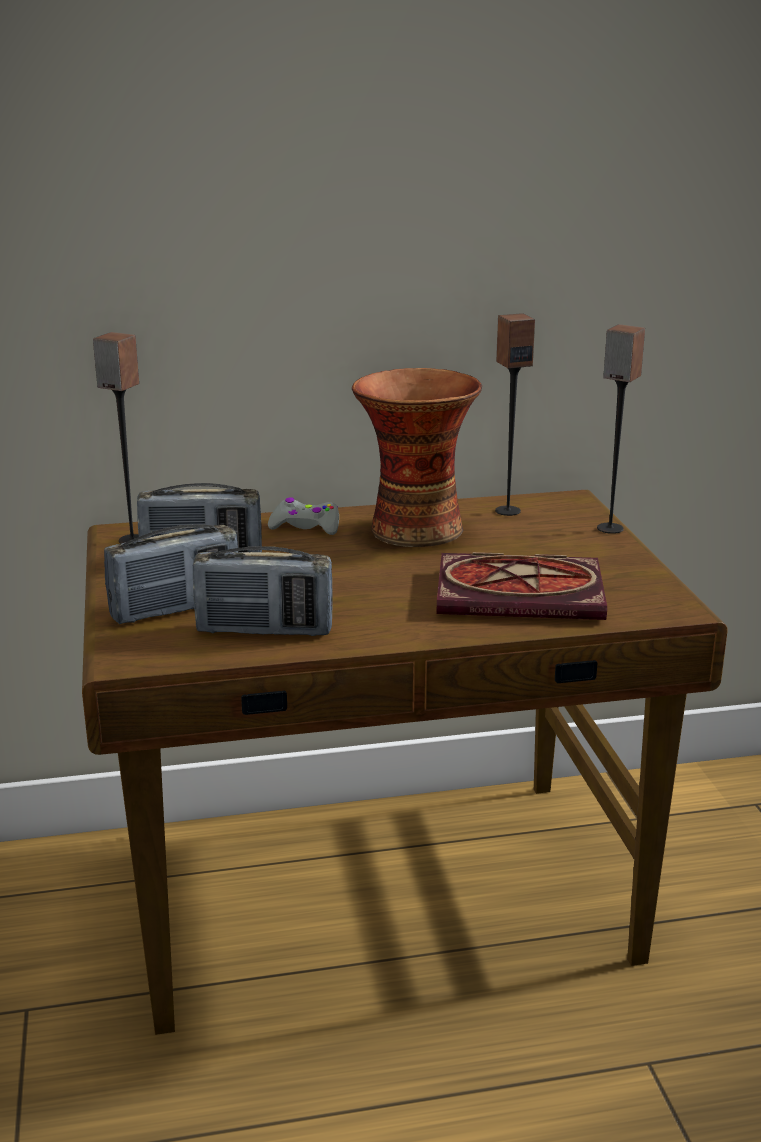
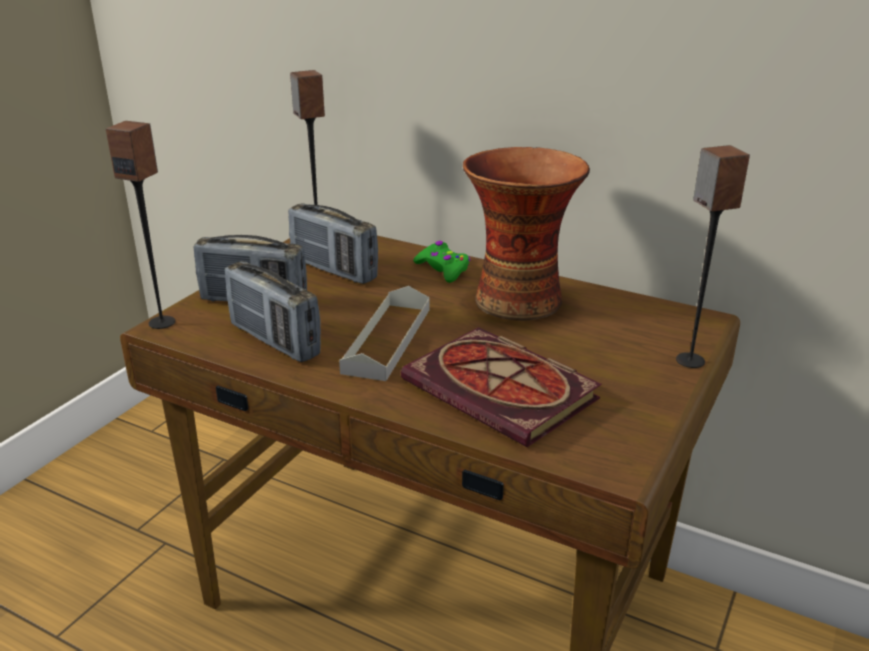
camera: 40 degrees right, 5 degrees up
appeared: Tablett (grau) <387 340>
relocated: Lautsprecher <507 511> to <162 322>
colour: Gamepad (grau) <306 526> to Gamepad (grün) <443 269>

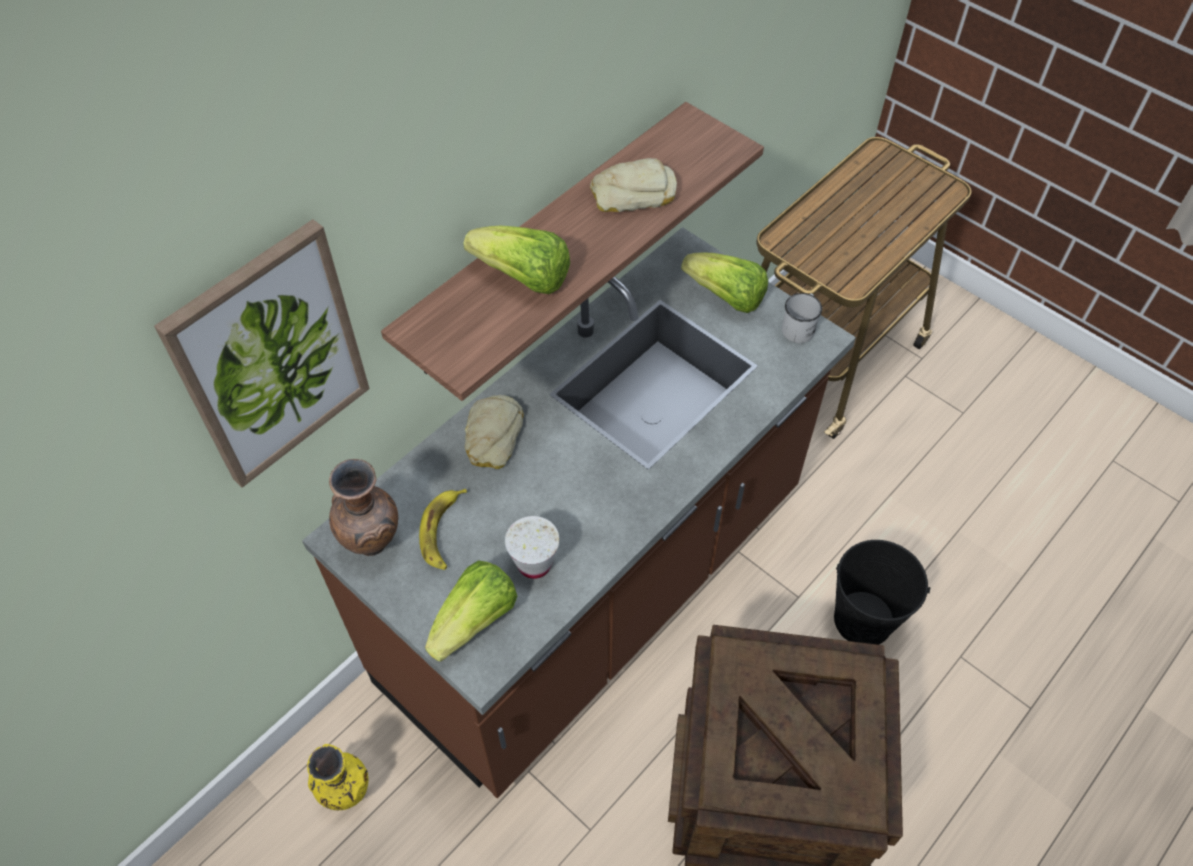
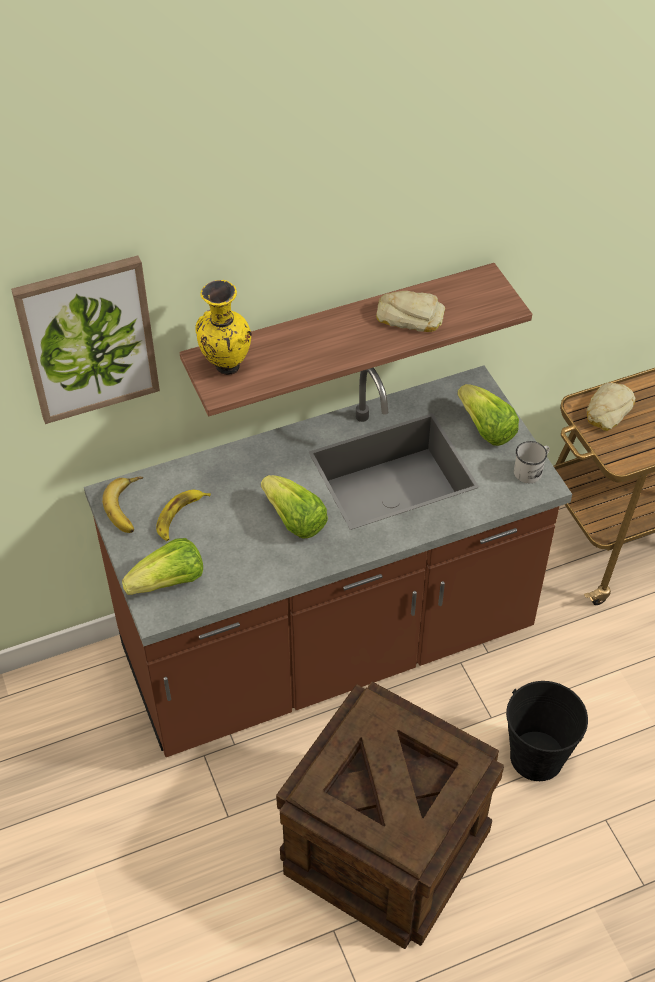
camera: 25 degrees right, 5 degrees down
missing: Tasse (weiß) <534 564>
relocated: Salatkopf <523 277> to <294 520>; Brot <492 437> to <607 410>; Vase (gelb) <347 795> to <225 367>
exchanged: Vase (braun) <374 544> to Banane <129 507>

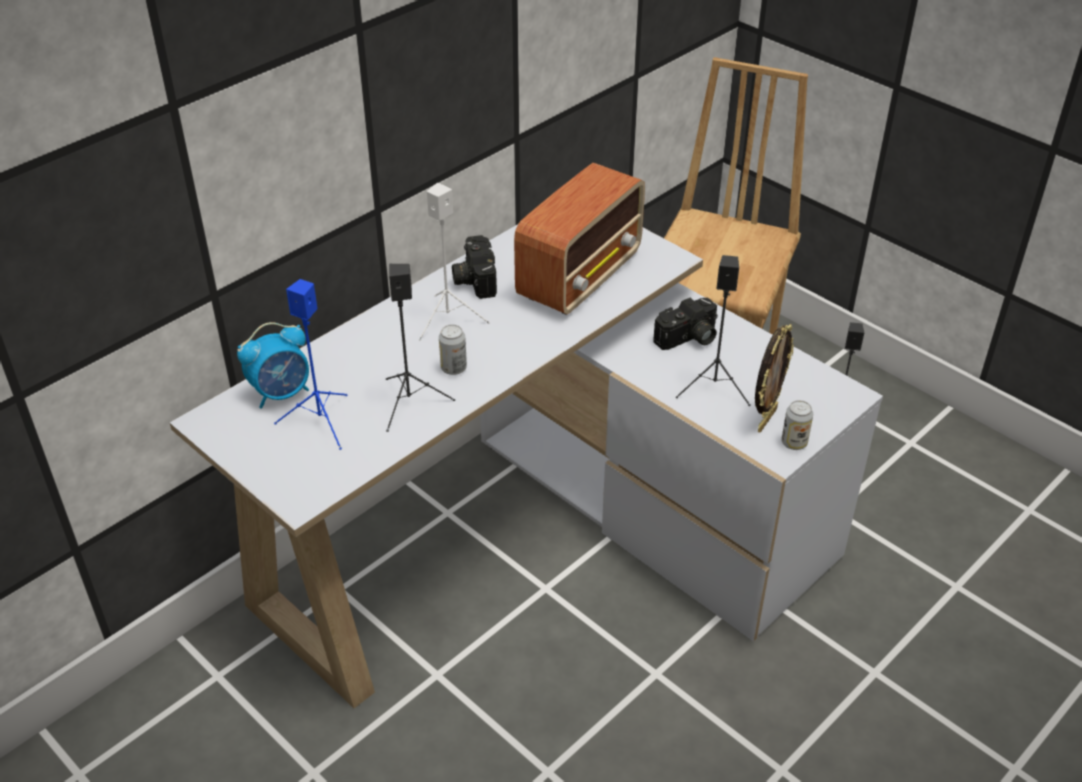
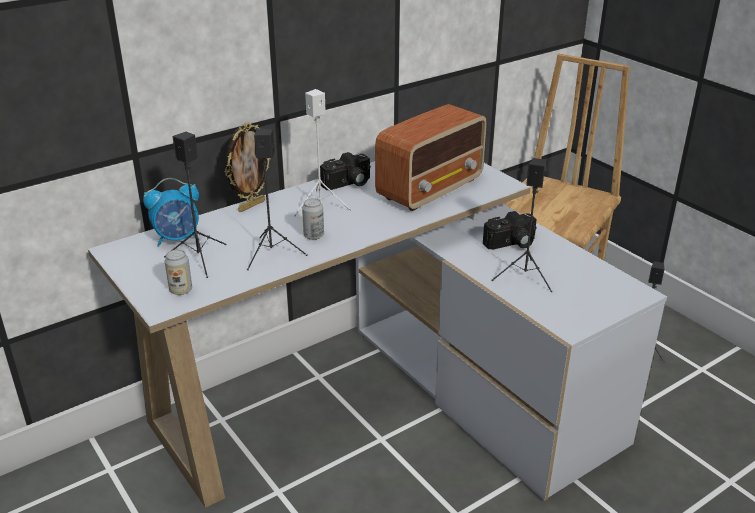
camera: 10 degrees right, 10 degrees down
relocated: Bilderrahmen <765 419> to <251 205>; Dose <794 443> to <181 290>
colour: Lautsprecher (blau) <321 422> to Lautsprecher (schwarz) <199 259>
spun: Kamera <473 279> = <348 184> 120 degrees counterclockwise

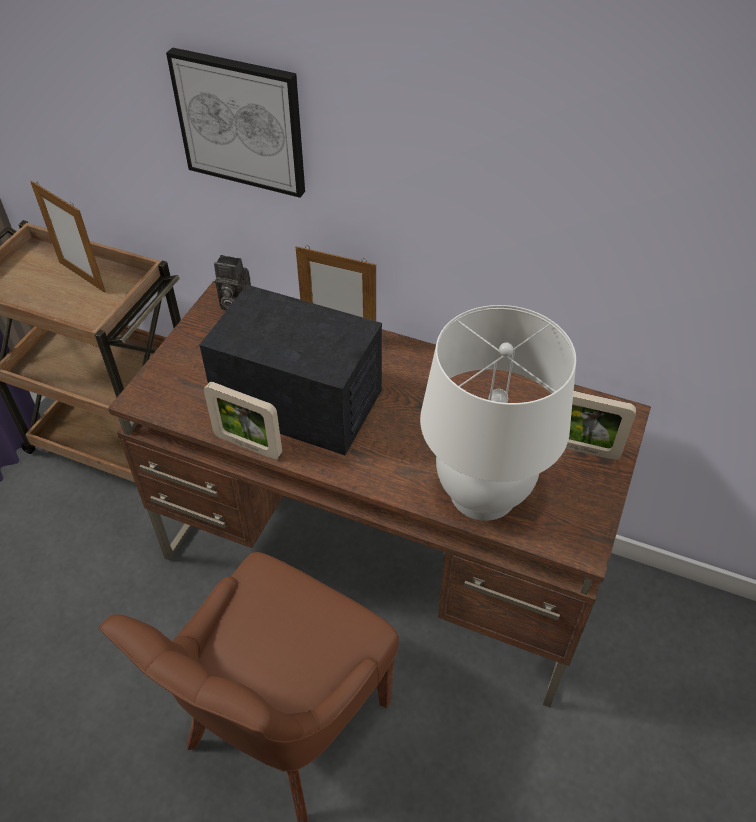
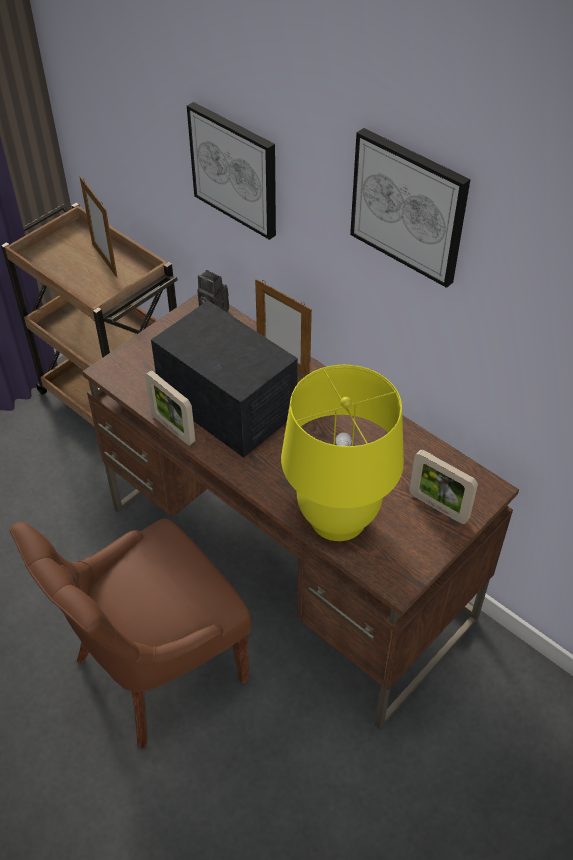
camera: 20 degrees right, 0 degrees up
appeared: Bild <409 206>
colour: Tischlampe (weiß) <483 493> to Tischlampe (gelb) <338 518>

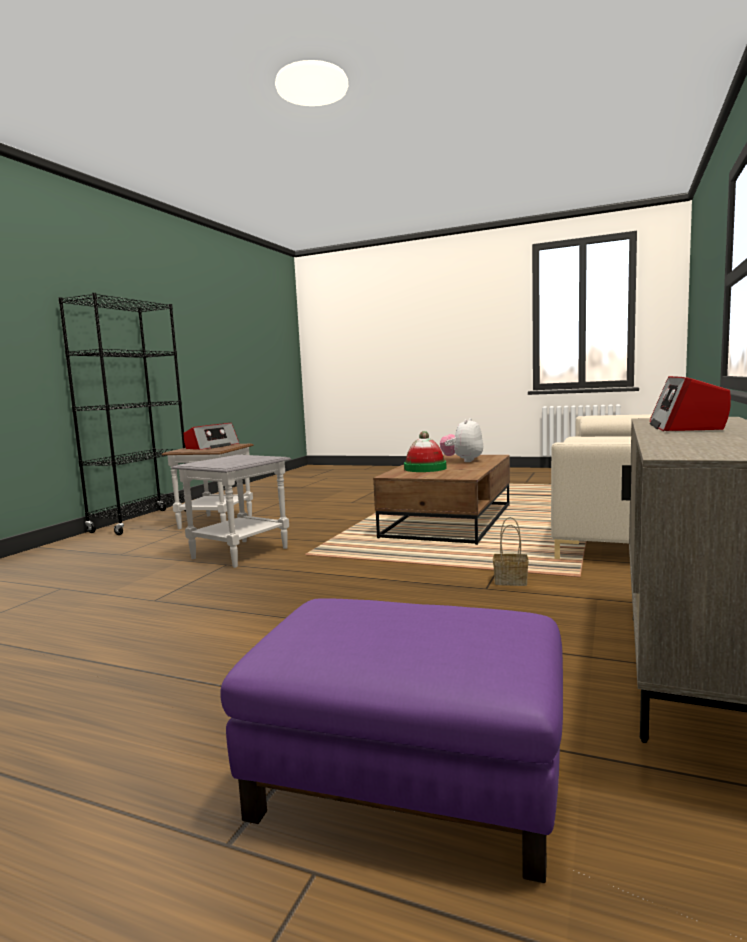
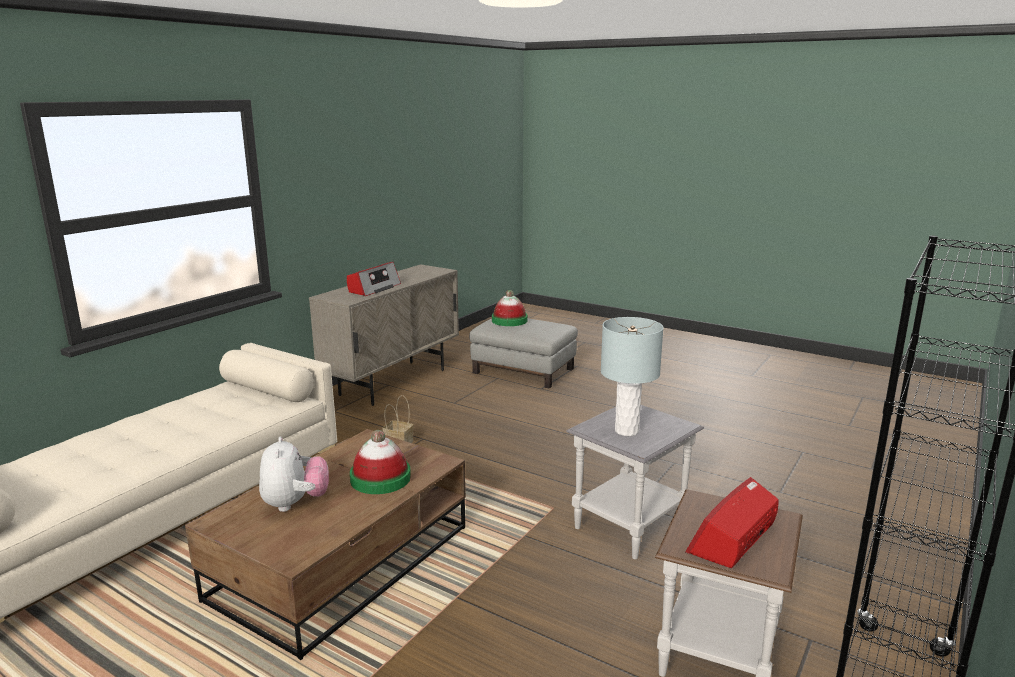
camera: 170 degrees left, 10 degrees up
appeared: Hut <509 320>; Tischlampe (grau) <627 431>
colour: Polsterhocker (lila) <406 779> to Polsterhocker (grau) <524 371>
spun: Plüschtier <463 461> = <295 503> 45 degrees counterclockwise

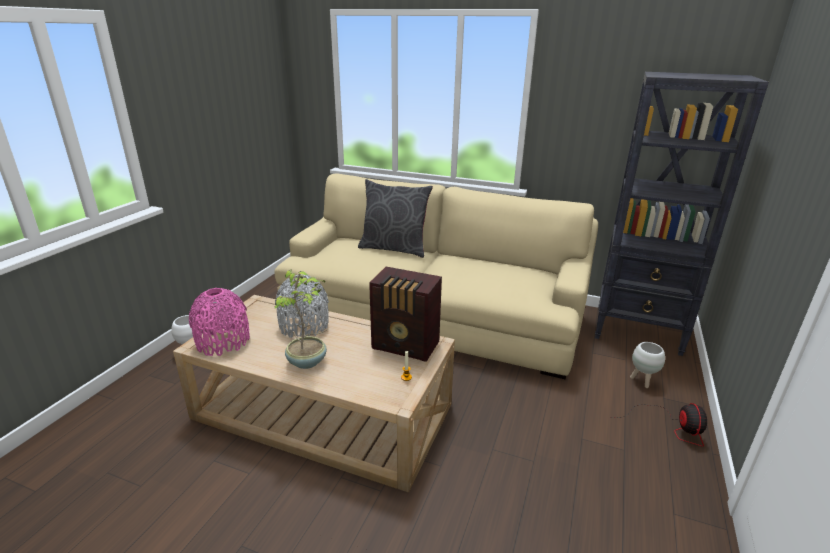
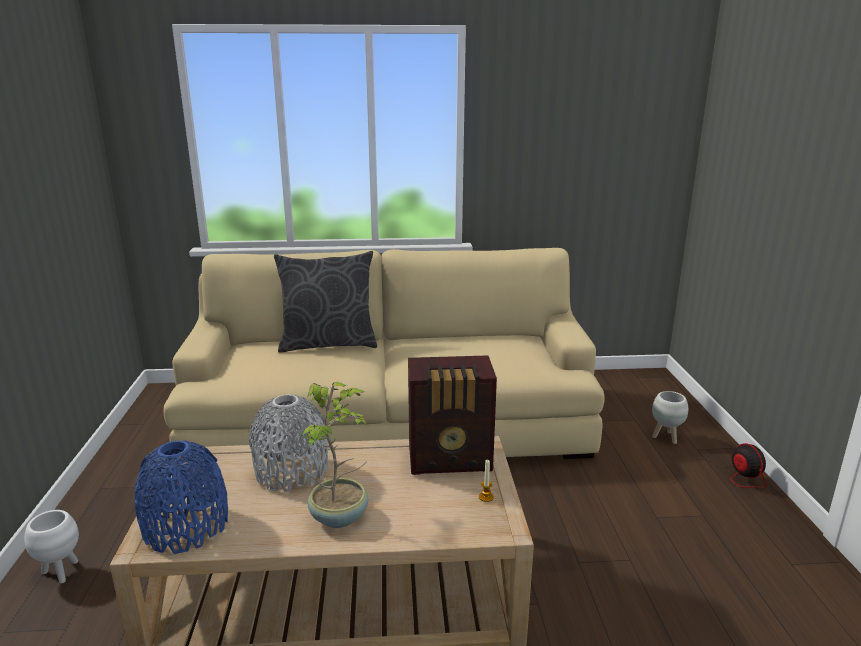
camera: 25 degrees left, 5 degrees down
missing: Bücherregal (schwarz) <638 331>
colour: Vase (rosa) <223 341> to Vase (blau) <186 526>

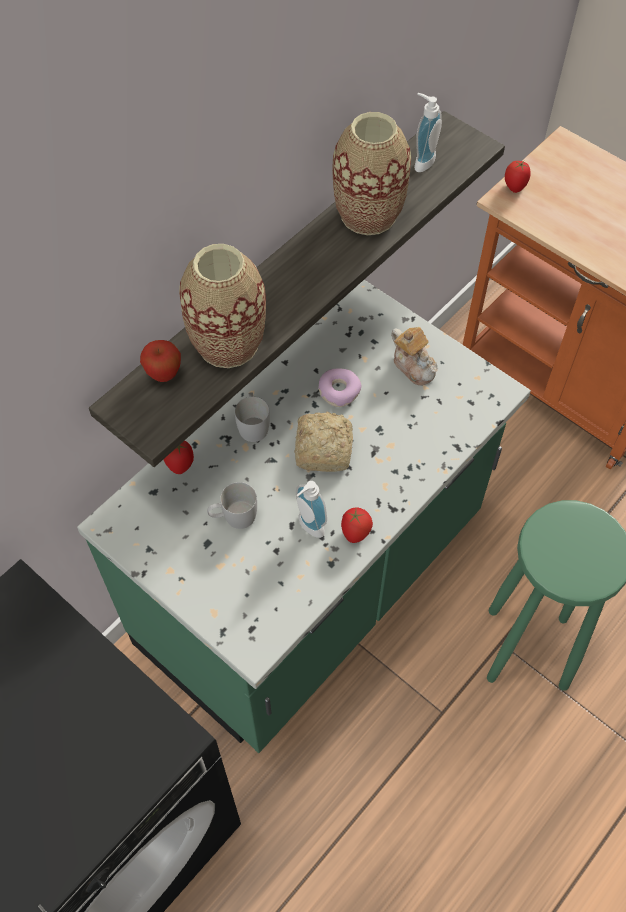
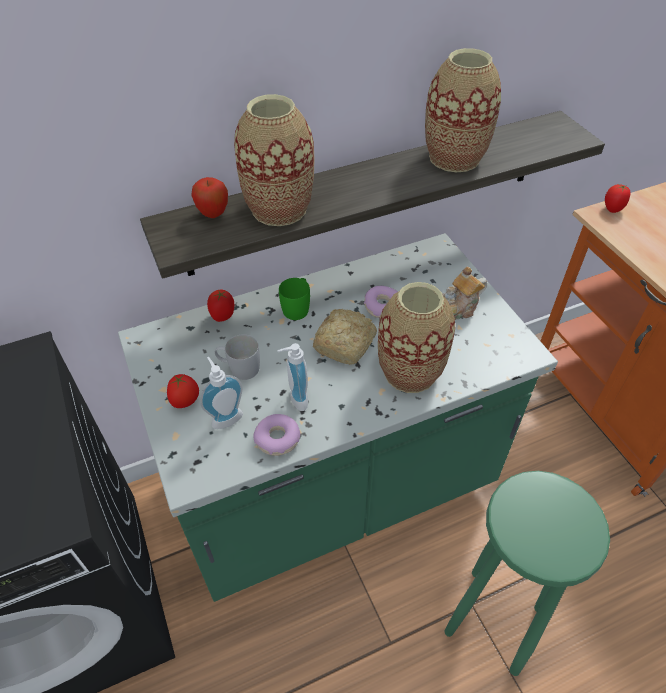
camera: 25 degrees right, 10 degrees down
appeared: Vase <410 372>; Donut <278 439>
relocated: Seifenspender <421 161> to <225 417>; Tomate <355 533> to <186 402>
colour: Henkelbecher (weiß) <253 424> to Henkelbecher (grün) <298 307>
spun: Teekanne <414 366> = <457 308> 75 degrees clockwise

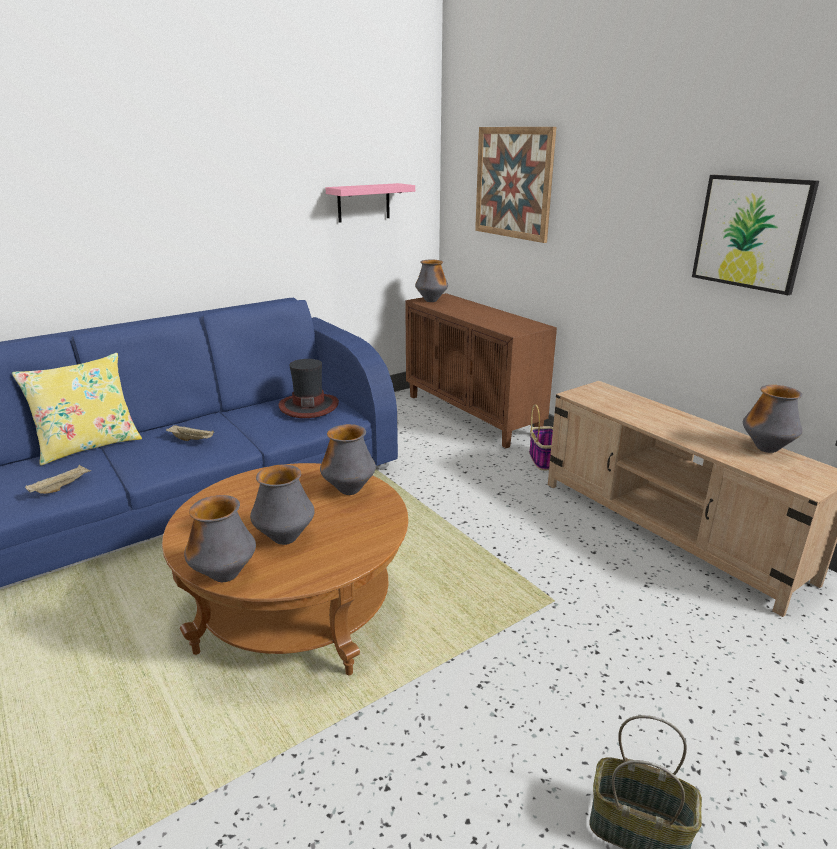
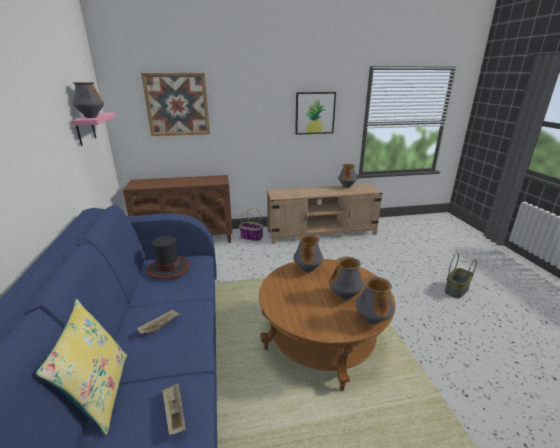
camera: 65 degrees left, 0 degrees up
relocated: Vase <431 301> to <91 117>

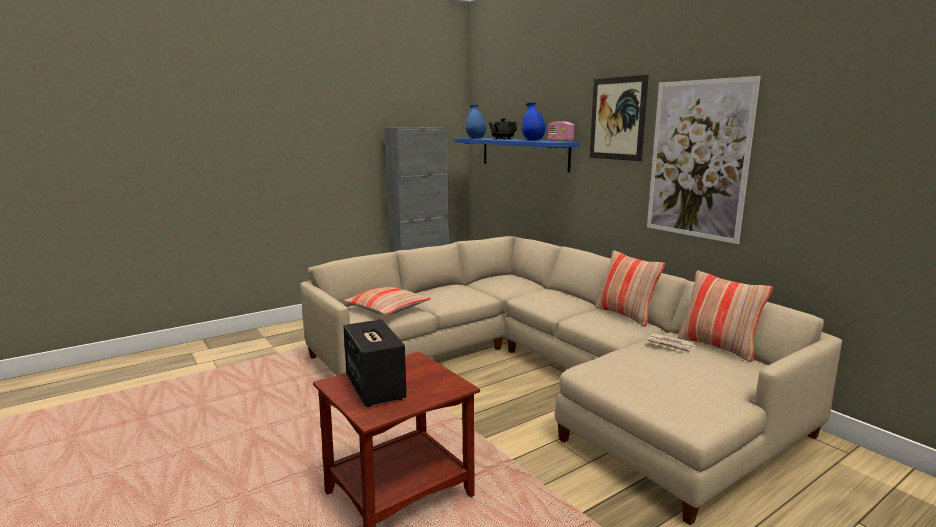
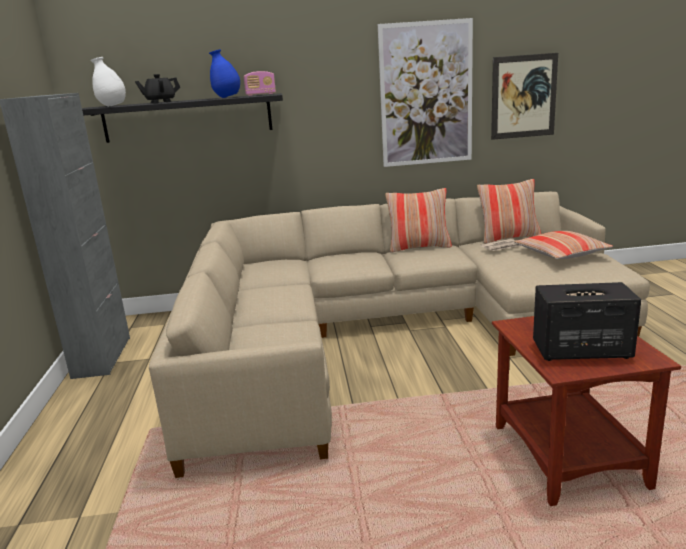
camera: 60 degrees left, 5 degrees up
relocated: Bild <617 118> to <523 96>; Kissen <388 308> to <561 254>
colour: Vase (blau) <475 138> to Vase (weiß) <112 106>; Wandregal (blau) <523 153> to Wandregal (schwarz) <187 118>

